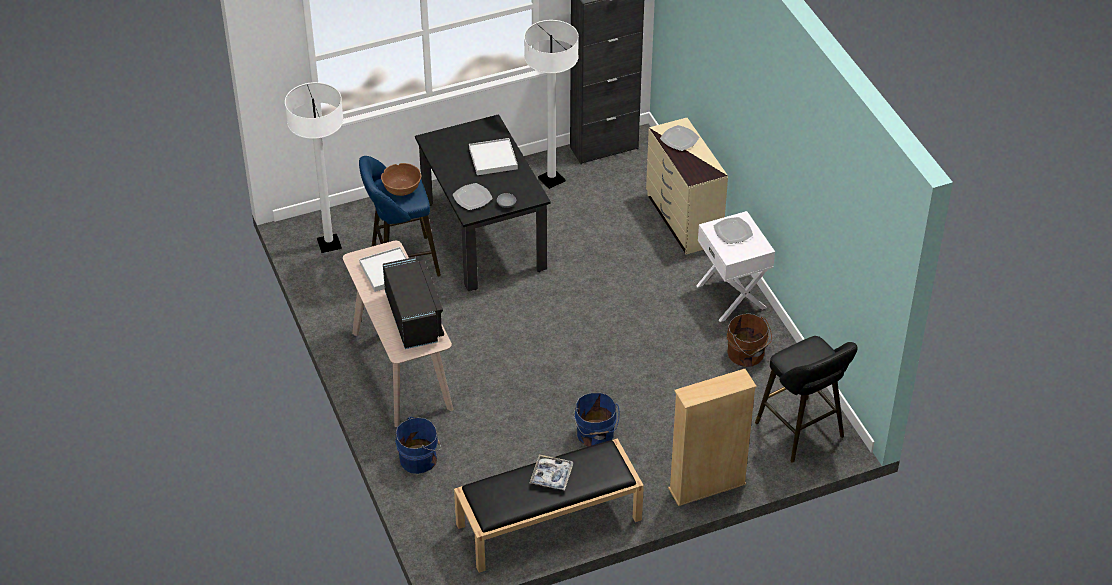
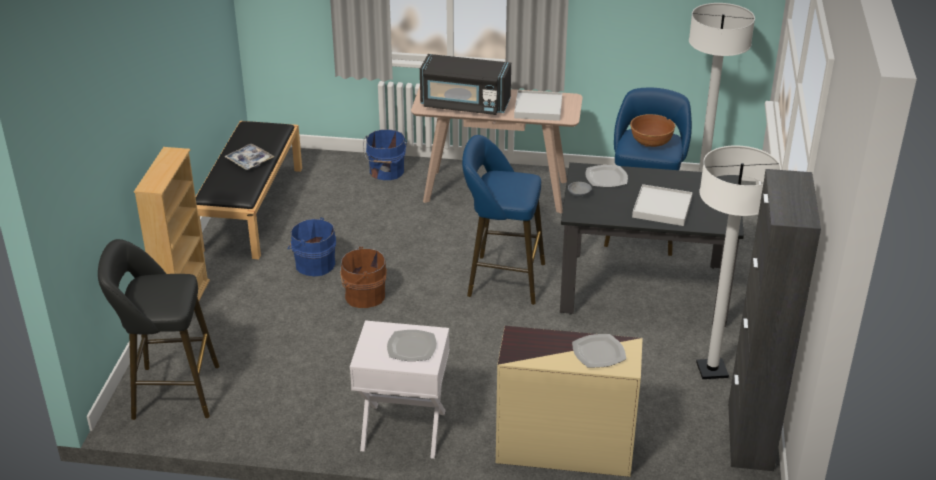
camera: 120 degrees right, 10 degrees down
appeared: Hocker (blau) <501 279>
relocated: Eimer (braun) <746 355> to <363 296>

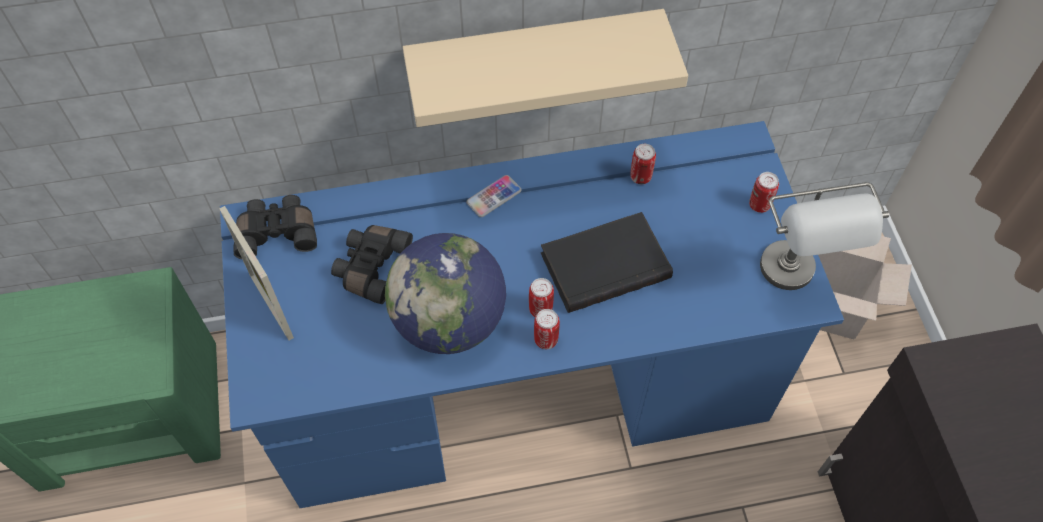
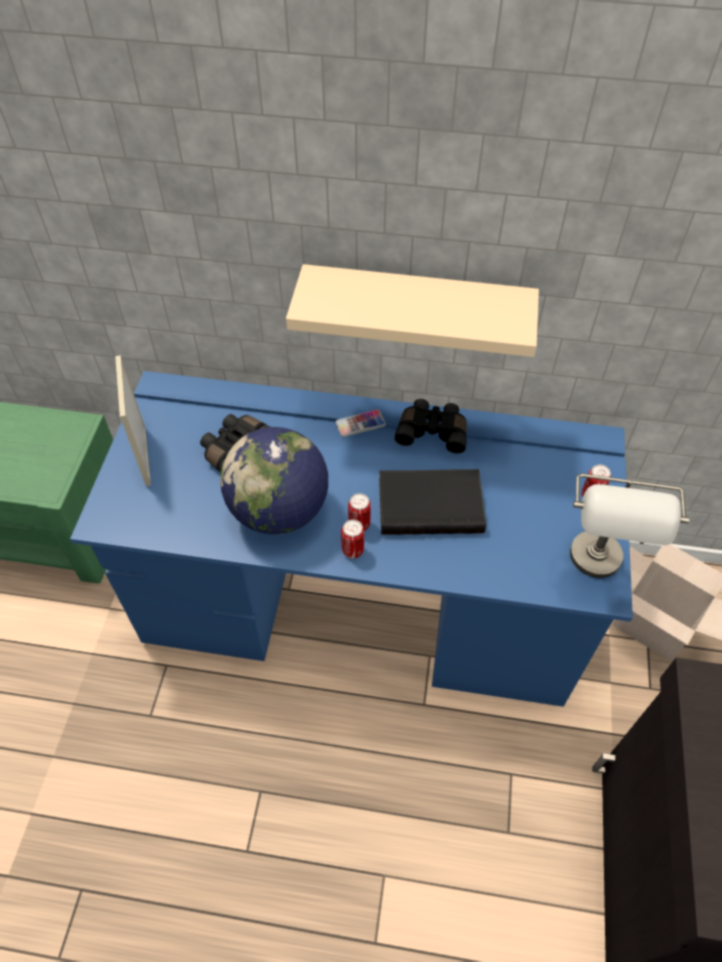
camera: 20 degrees right, 5 degrees down
missing: Dose <640 177>
relocated: Fernglas (schwarz) <277 232> to <432 431>

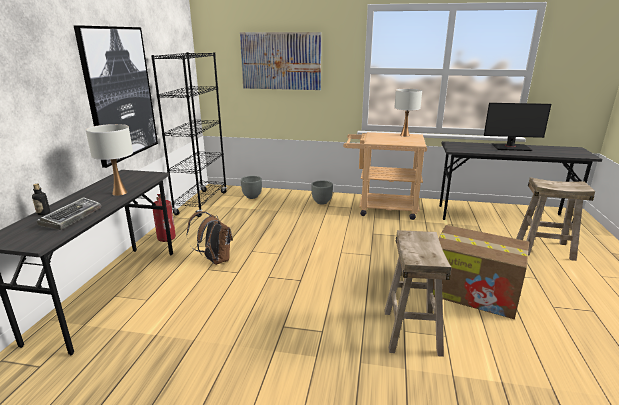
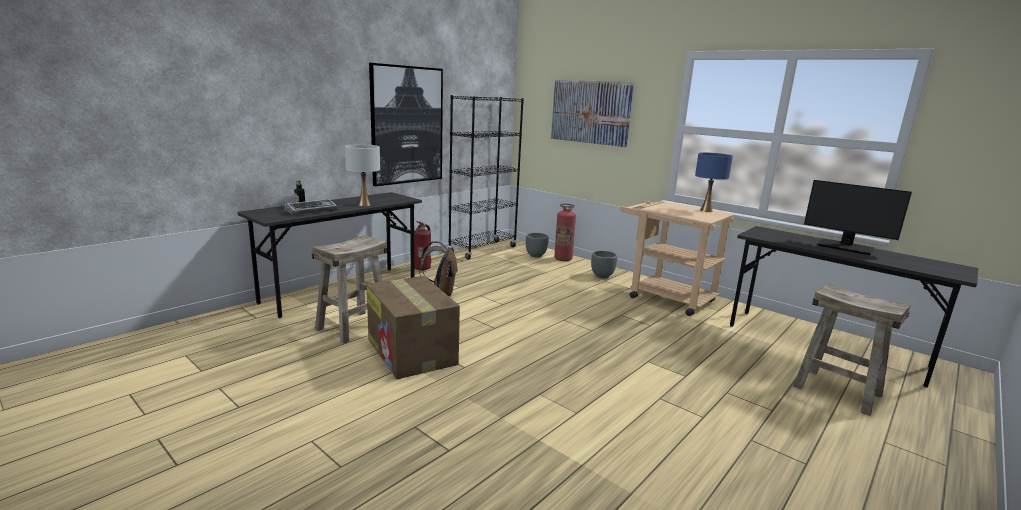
camera: 30 degrees right, 5 degrees down
appeared: Feuerlöscher <563 259>
relocated: Karton <474 292> to <412 352>; Hocker (beige) <412 332> to <353 327>
colour: Tischlampe (weiß) <404 135> to Tischlampe (blau) <706 210>

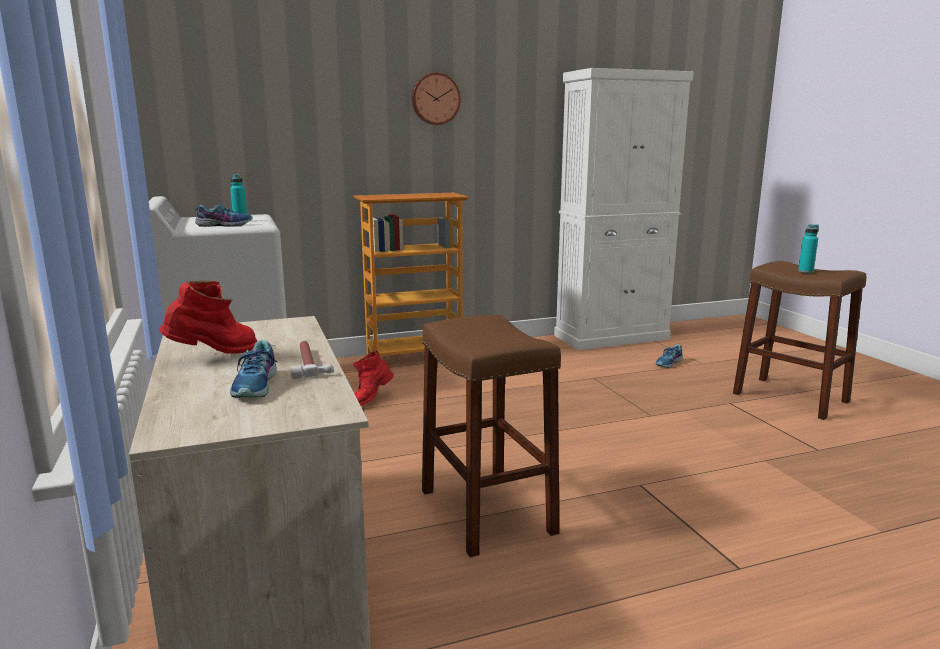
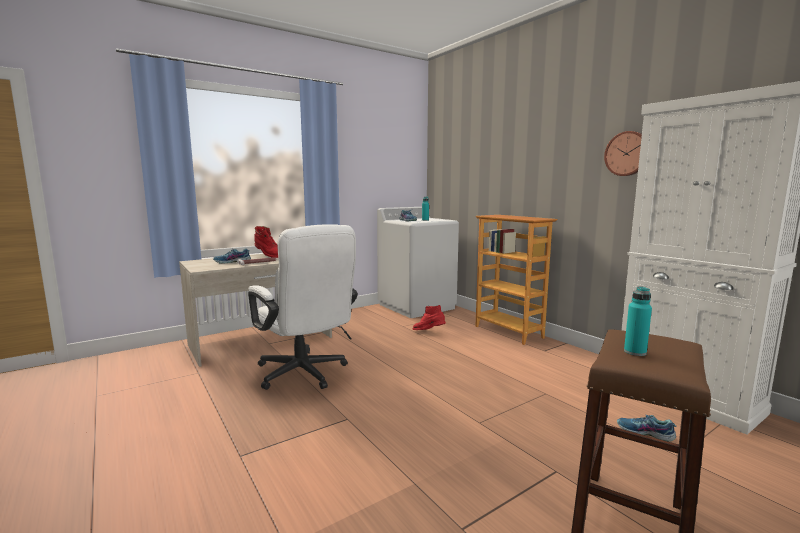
camera: 75 degrees right, 5 degrees down
relocated: Wanduhr <435 99> to <628 153>
exchanged: Hocker (braun) <486 511> to Bürostuhl (weiß) <305 375>

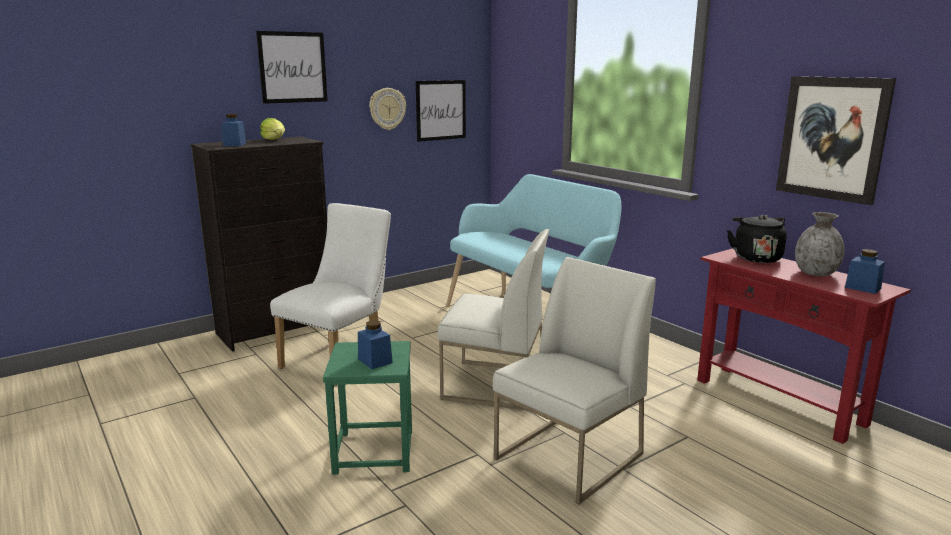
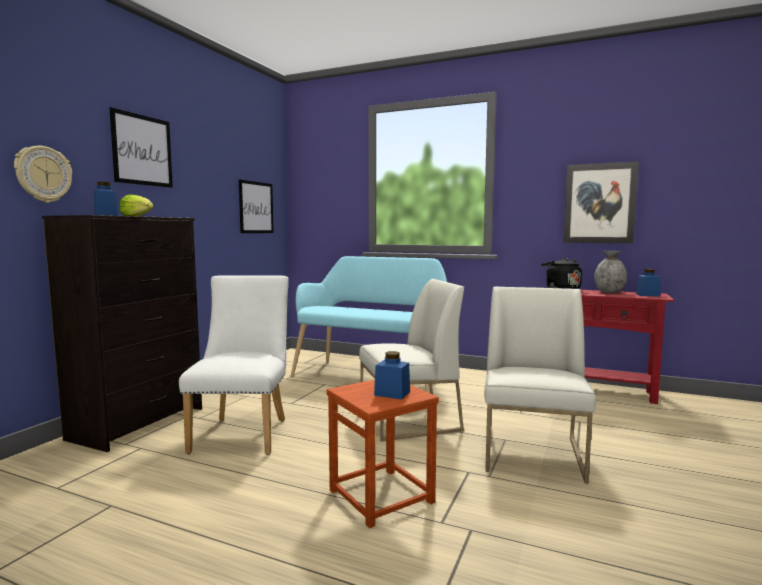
camera: 30 degrees left, 10 degrees down
relocated: Wanduhr <387 109> to <43 174>
colour: Hocker (grün) <375 451> to Hocker (braun) <382 496>

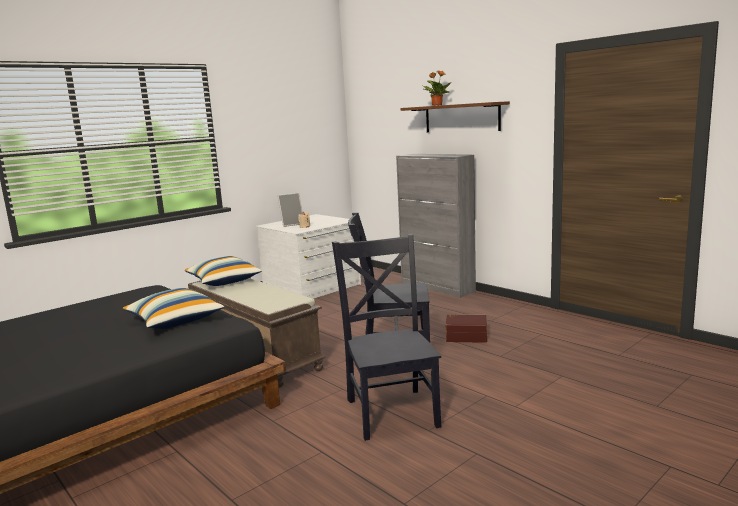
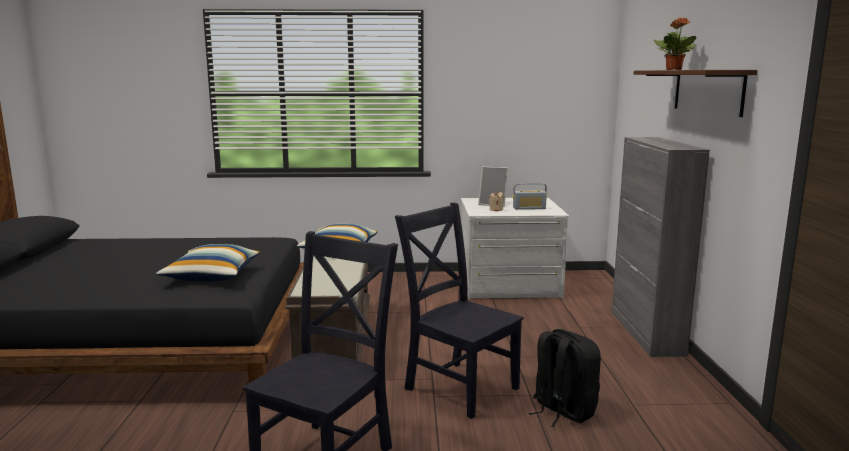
camera: 40 degrees right, 0 degrees up
appeared: Radio <529 208>
exchanged: Aufbewahrungsbox (braun) <466 336> to Rucksack (schwarz) <562 411>

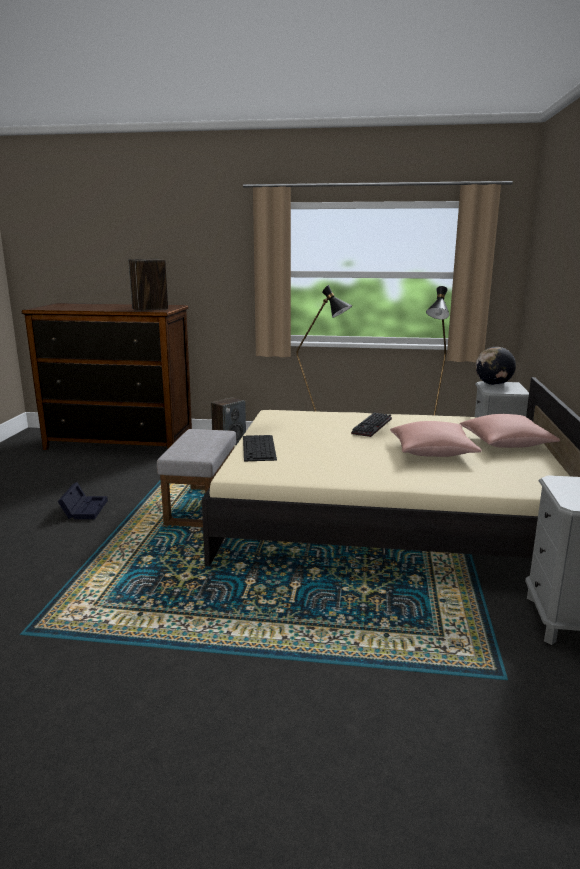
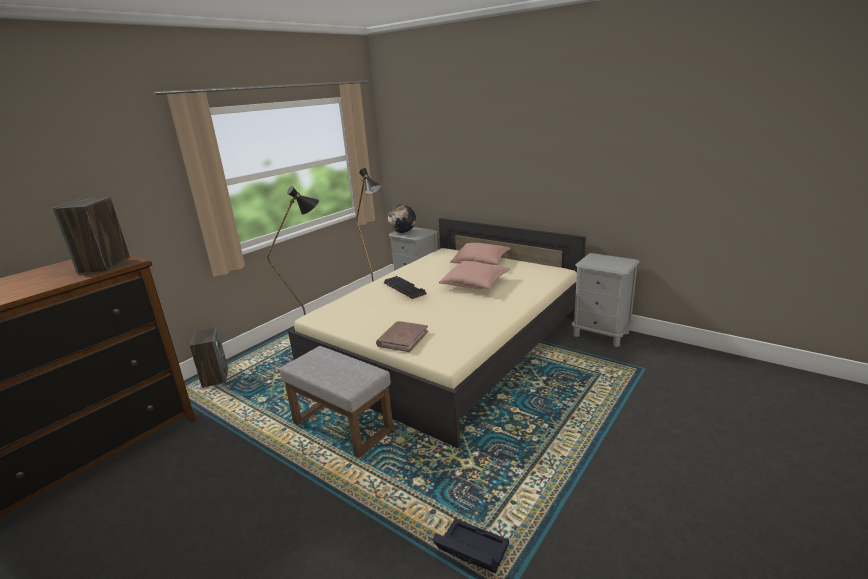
camera: 60 degrees left, 5 degrees up
relocated: Aufbewahrungsbox (schwarz) <84 509> to <469 551>
exchanged: Tastatur <259 448> to Buch (braun) <402 338>

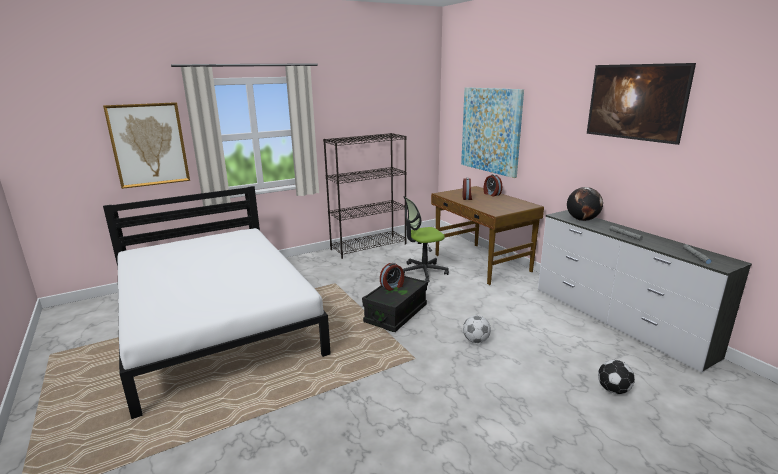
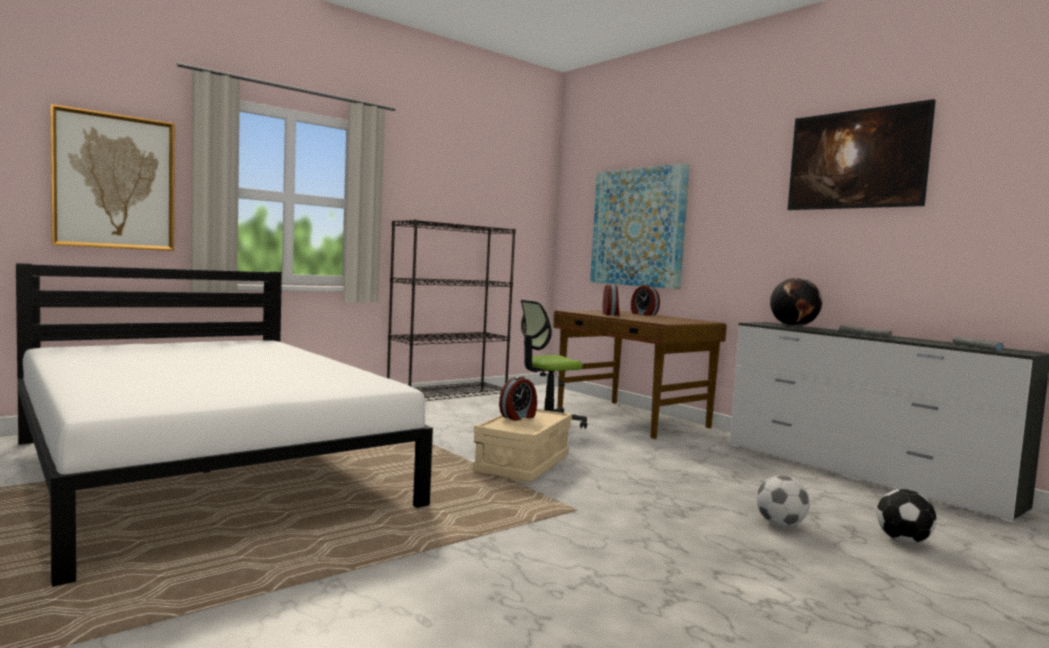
camera: 10 degrees left, 15 degrees down
relocated: Fußball <476 340> to <780 525>
colour: Aufbewahrungsbox (schwarz) <396 314> to Aufbewahrungsbox (beige) <523 464>

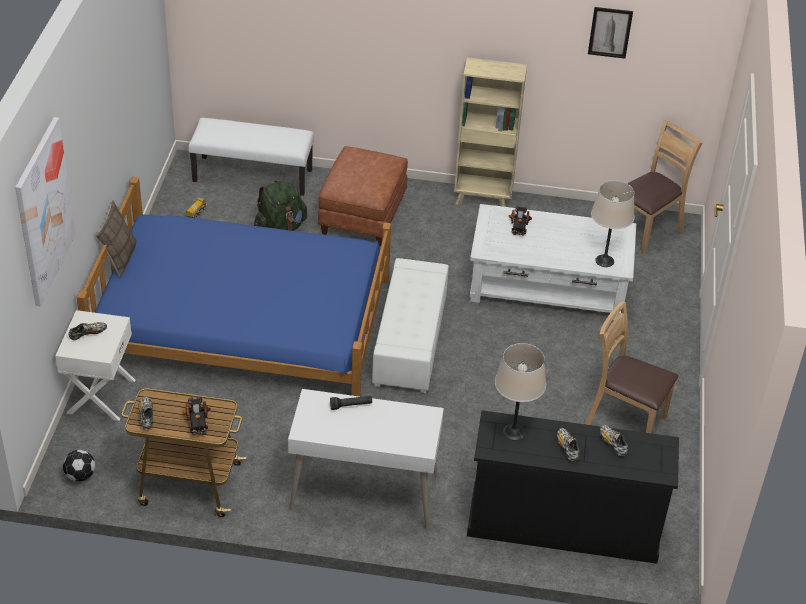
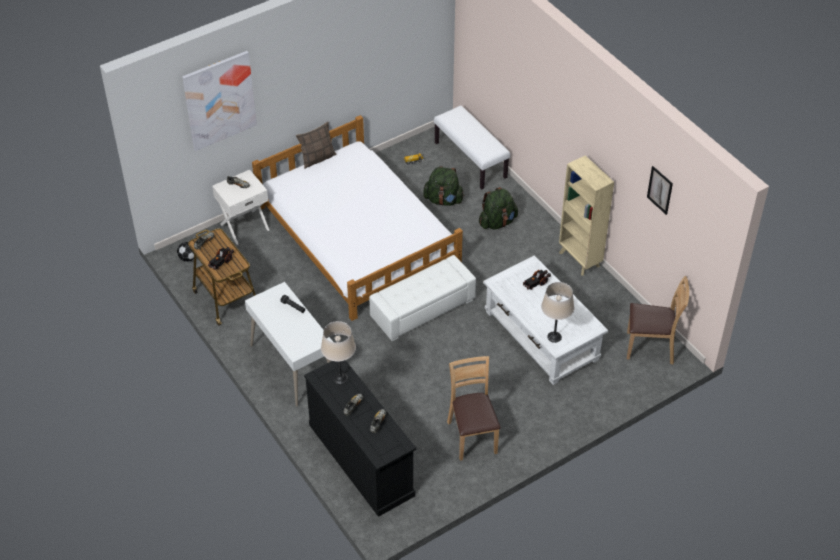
camera: 50 degrees right, 5 degrees up
exchanged: Polsterhocker (braun) <362 215> to Rucksack (grün) <497 222>
colour: Bett (blau) <244 320> to Bett (weiß) <358 237>

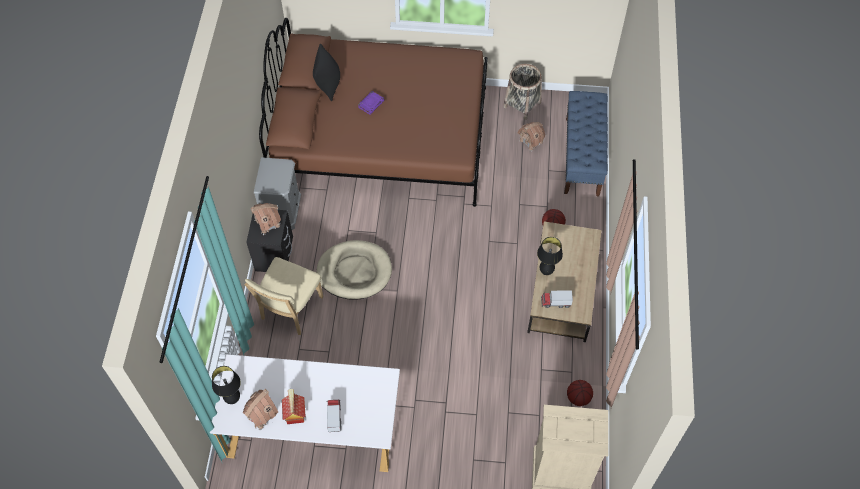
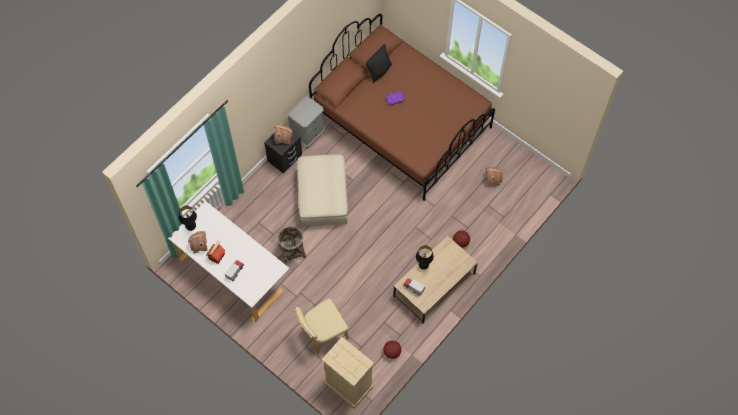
camera: 35 degrees right, 5 degrees up
missing: Bank (blau) <582 156>
relocated: Korb <522 104> to <292 251>; Stuhl (beige) <290 310> to <322 334>
exchanged: Hundebett (beige) <354 271> to Polsterhocker (beige) <322 196>

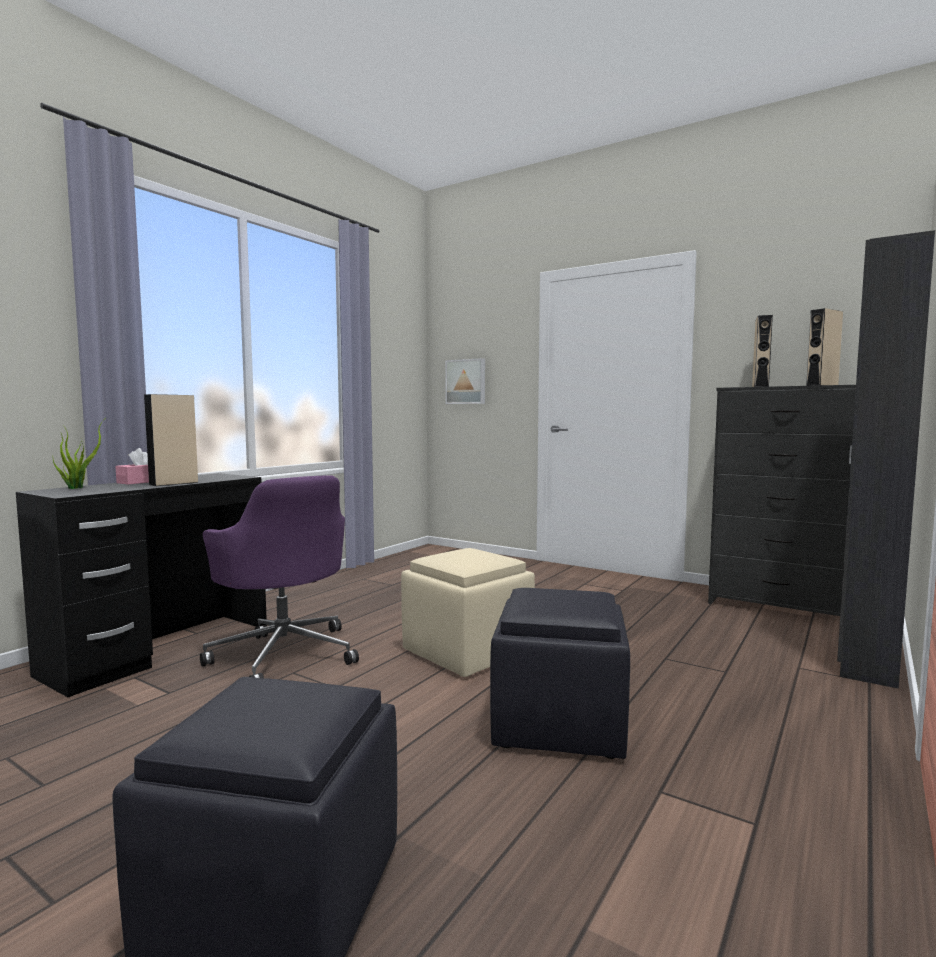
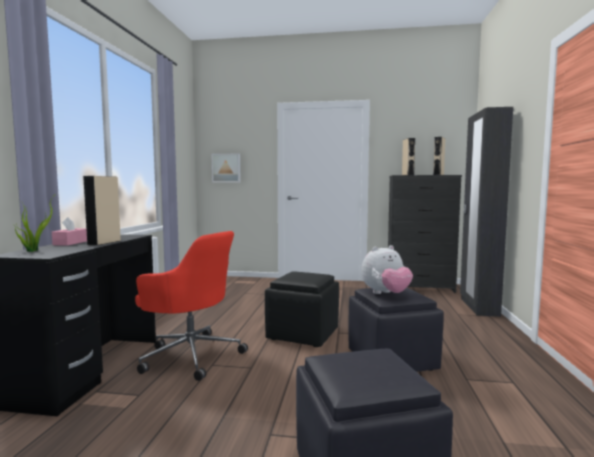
camera: 25 degrees left, 0 degrees up
appeared: Plüschtier <385 294>
colour: Bürostuhl (lila) <284 654> to Bürostuhl (rot) <191 355>; Polsterhocker (beige) <467 653> to Polsterhocker (schwarz) <303 334>

